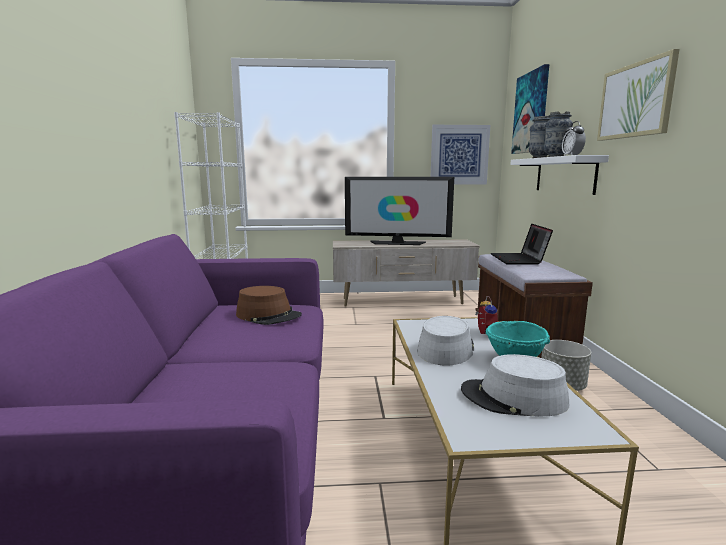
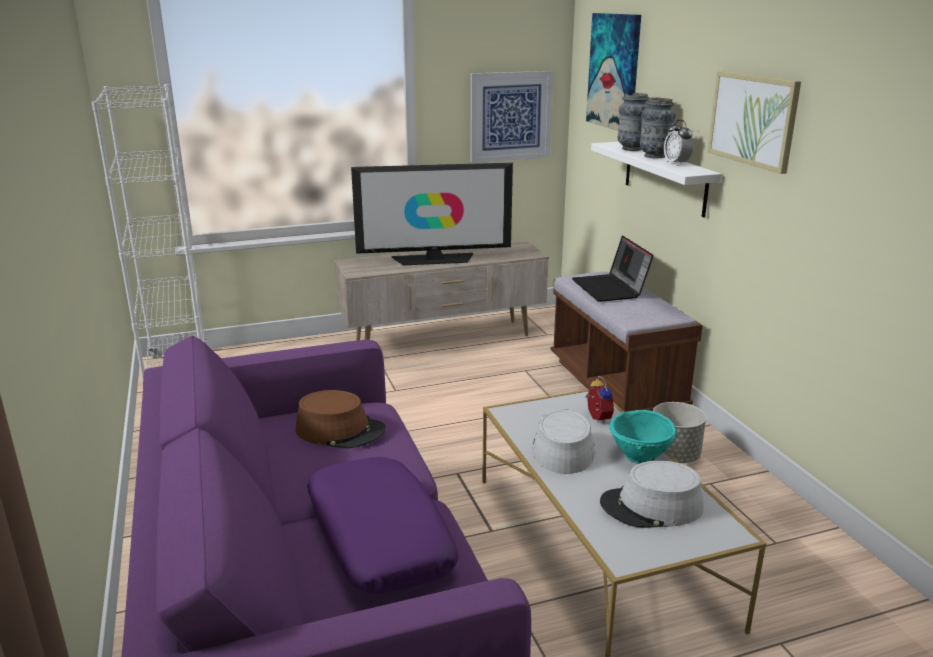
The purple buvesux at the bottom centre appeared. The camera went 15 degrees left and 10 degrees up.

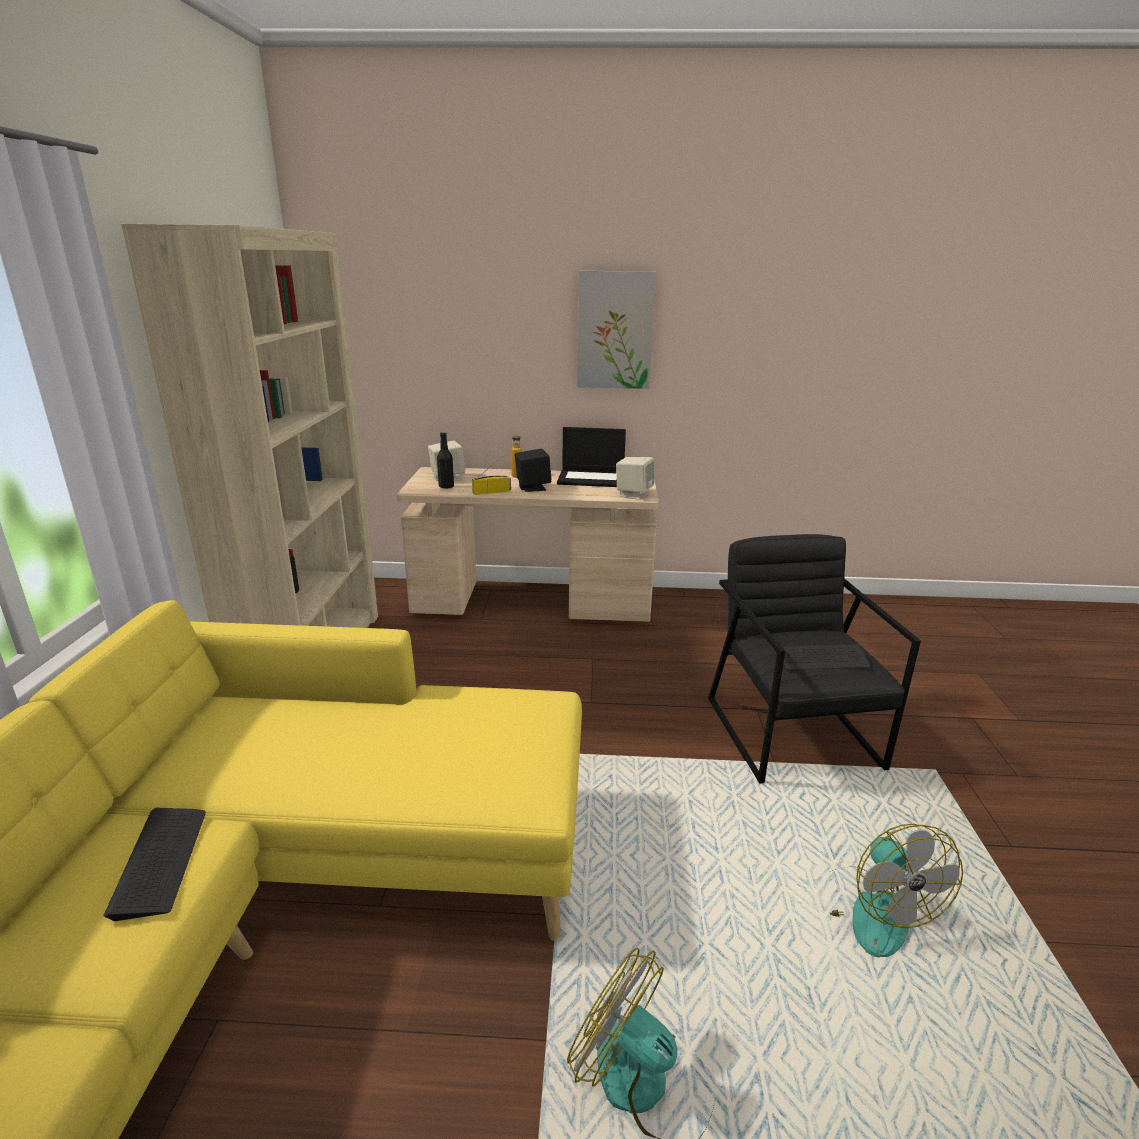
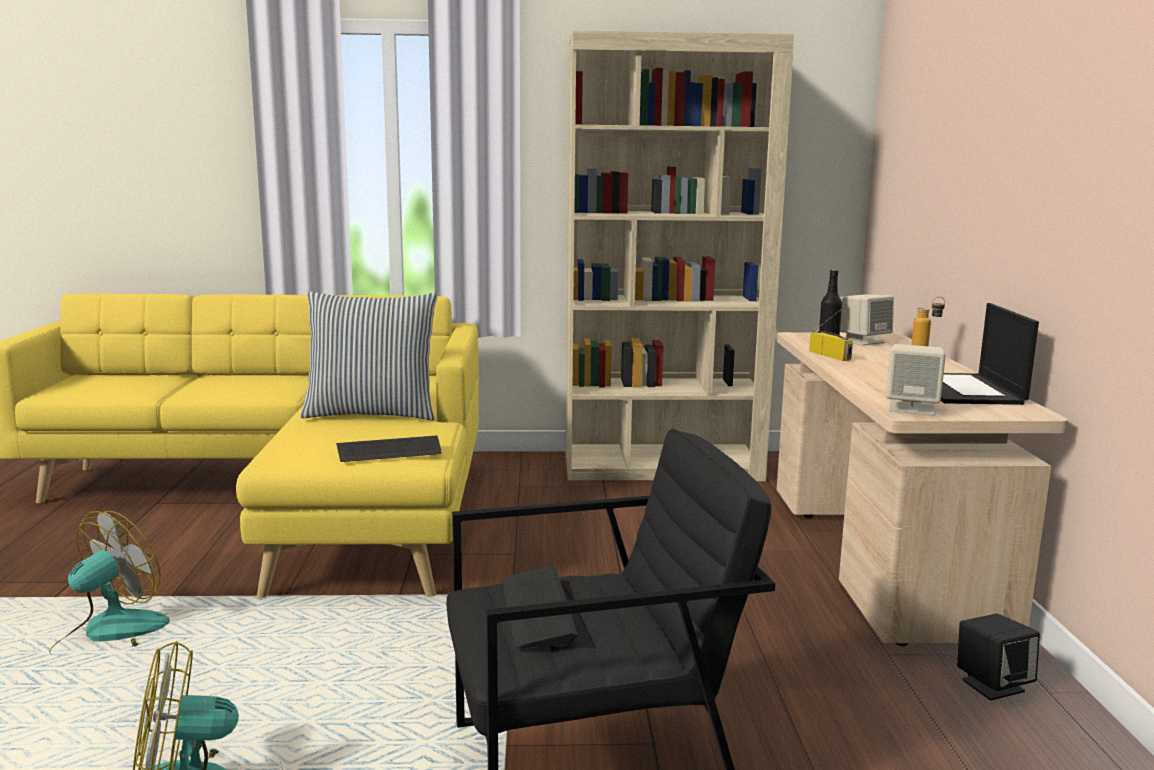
The buvesux at the middle left appeared. The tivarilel (1st from left) moved from the bottom left to the centre. The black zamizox moved from the centre to the bottom right. The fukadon at the top centre disappeared. The camera went 85 degrees right and 10 degrees down.

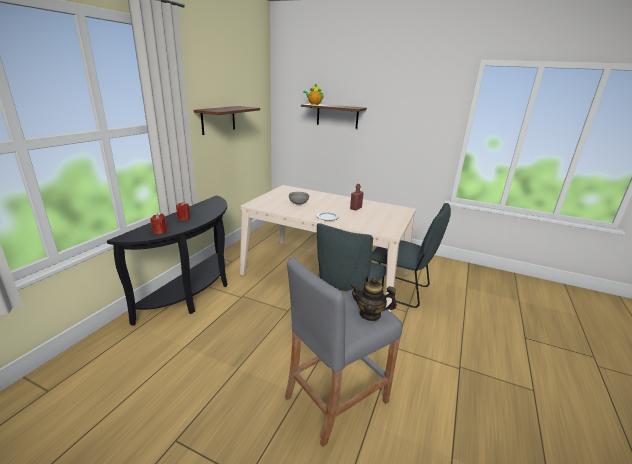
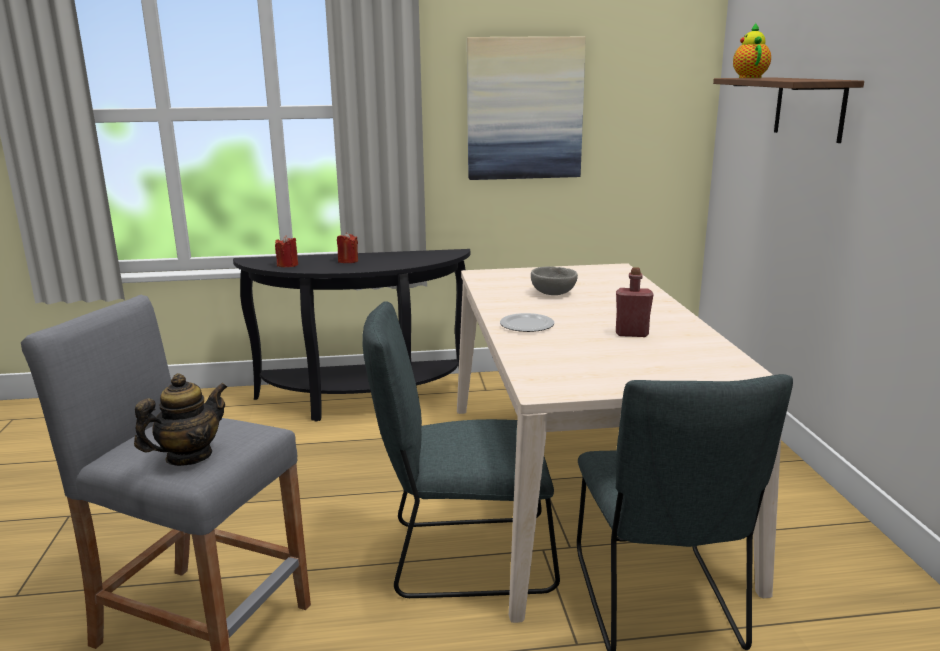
The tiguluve (2nd from left in the first image) at the centre turned 60 degrees clockwise. The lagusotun (1st from left) at the top centre was replaced by the fukadon at the top centre. The camera went 60 degrees right and 5 degrees down.

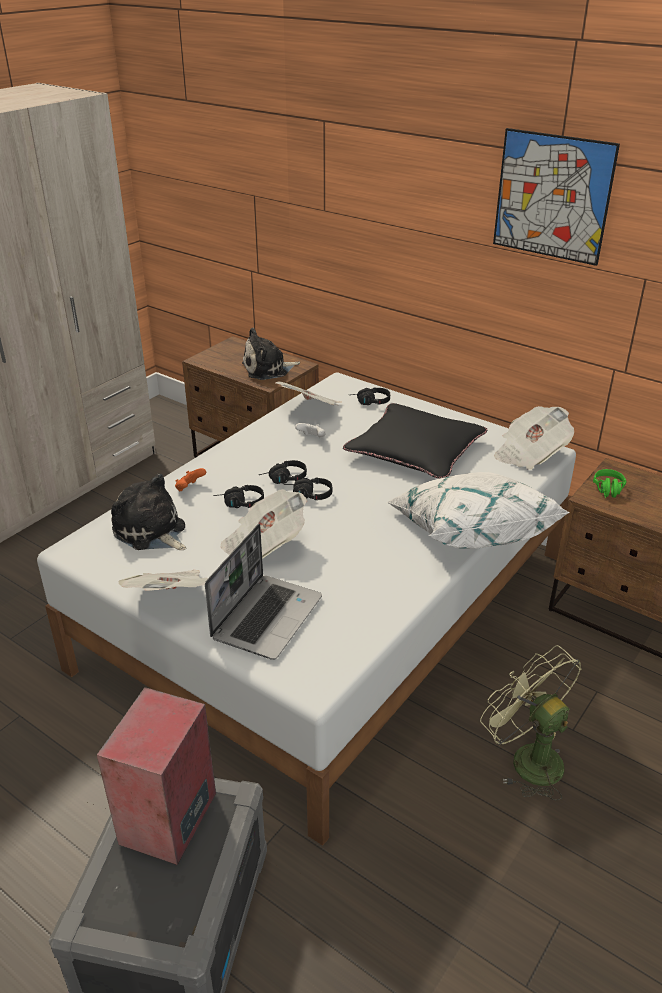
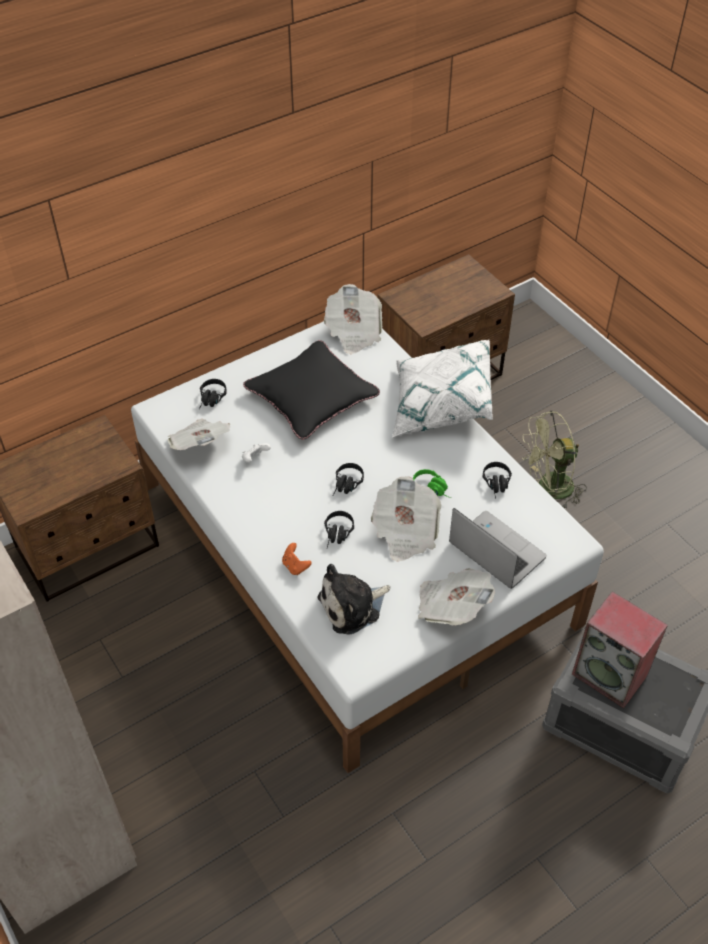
The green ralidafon moved from the middle right to the centre. The black ralidafon (2nd from left in the first image) moved from the centre to the middle right. The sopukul (2nd from left) at the centre disappeared. The fukadon at the top right disappeared. The camera went 70 degrees left and 15 degrees up.

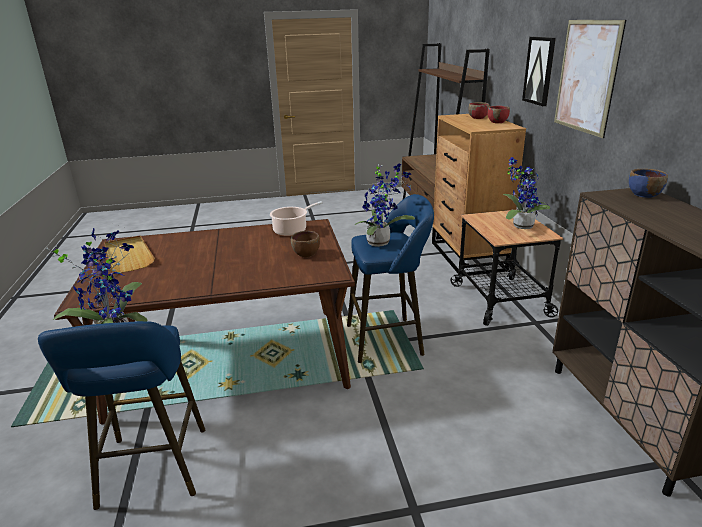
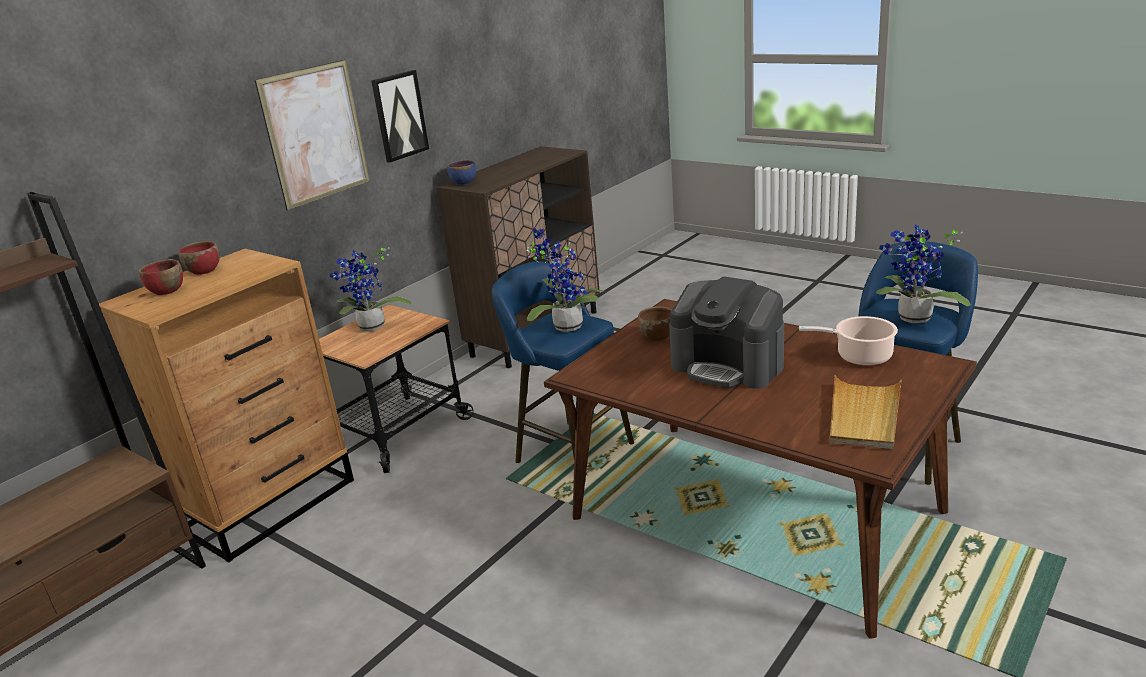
The fukadon (1st from left in the first image) moved from the top right to the top centre. The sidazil at the centre appeared. The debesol moved from the centre to the middle right. The camera went 130 degrees left and 0 degrees up.

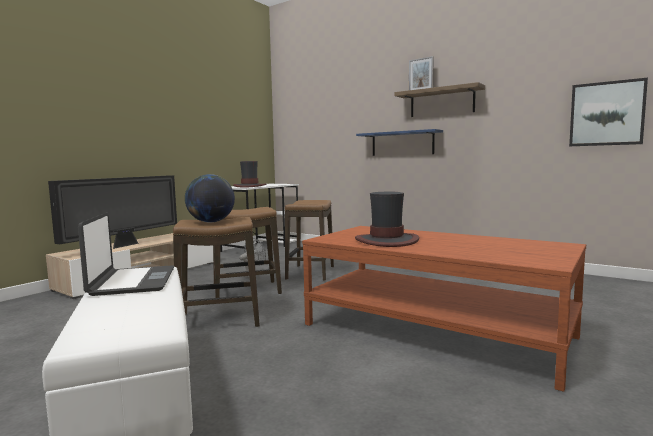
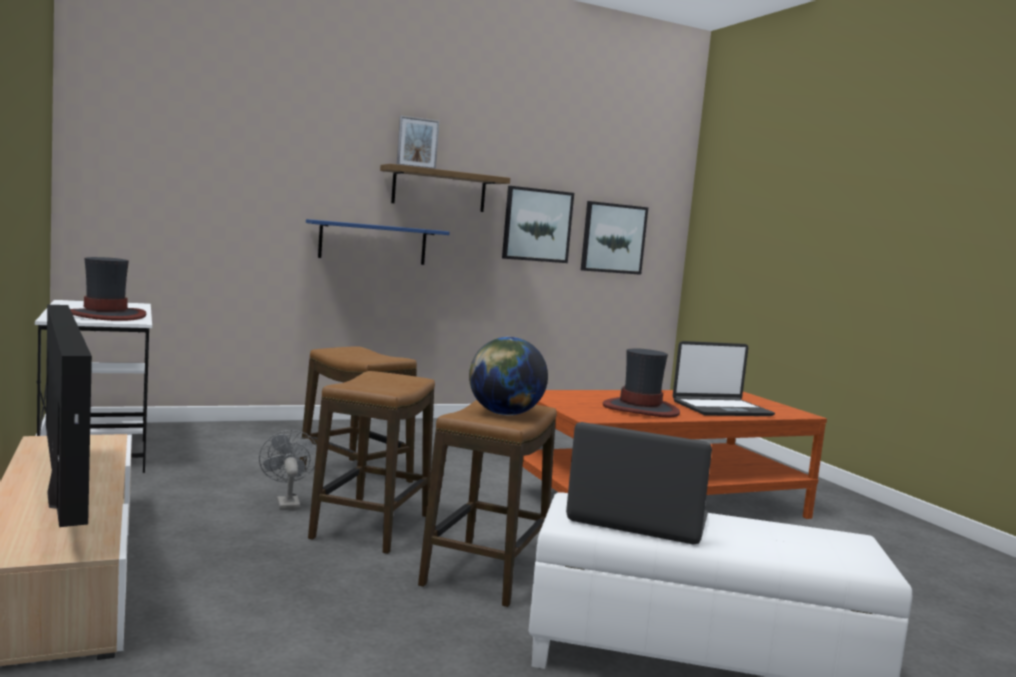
The fukadon (1st from left) at the top centre appeared. The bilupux (2nd from left) at the middle right appeared. The camera went 60 degrees left and 0 degrees up.

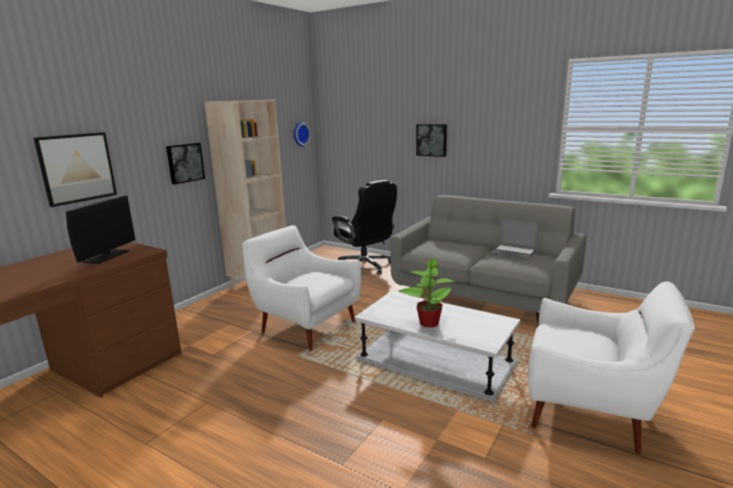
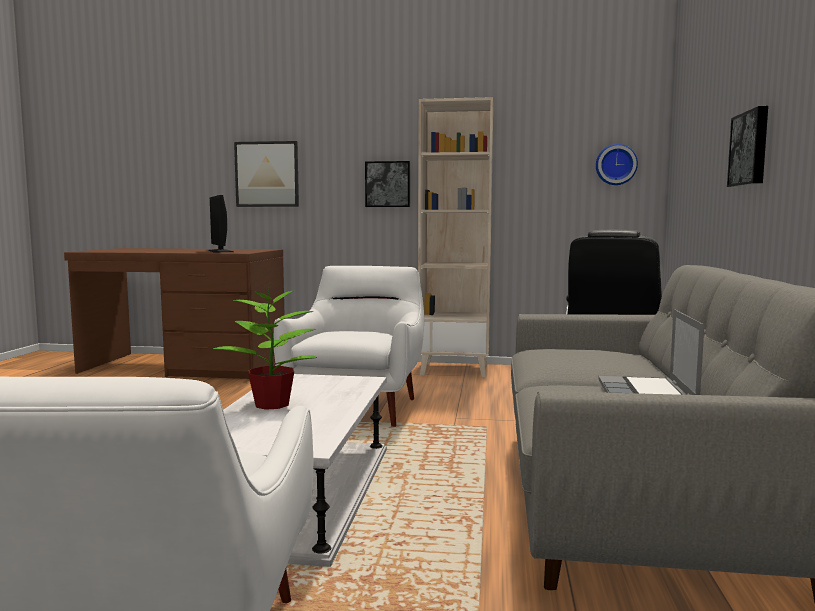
The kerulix at the middle left turned 75 degrees clockwise. The camera went 65 degrees right and 10 degrees down.

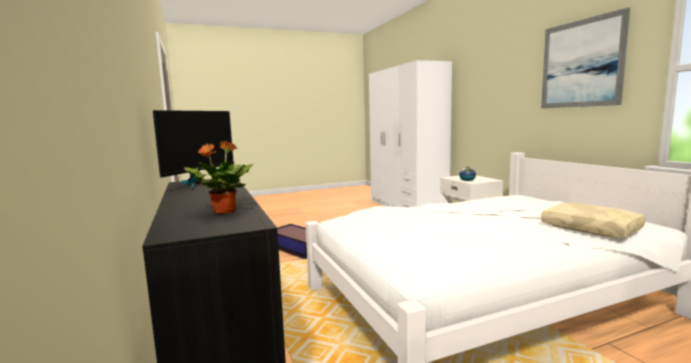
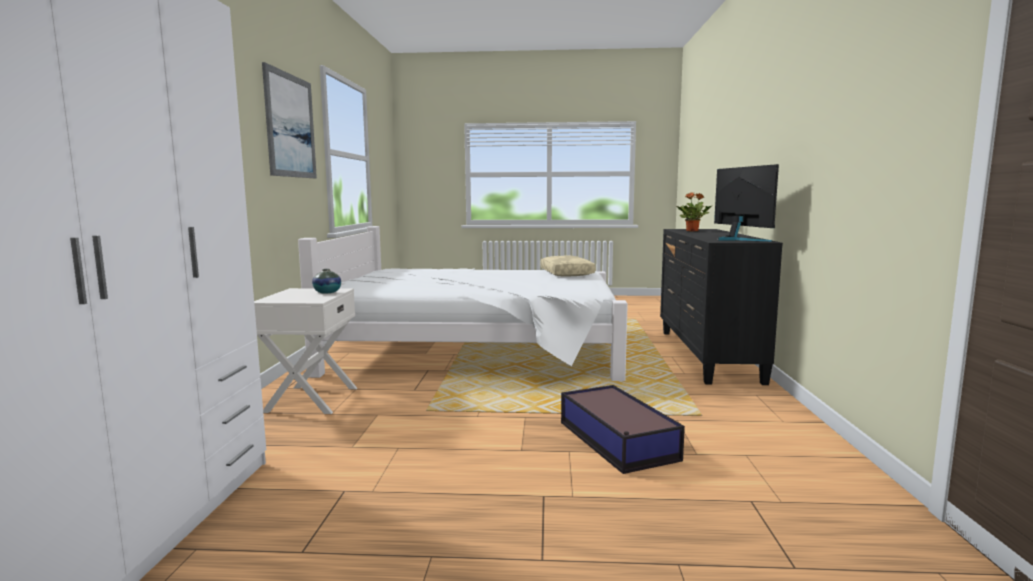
The beige buvesux moved from the middle right to the centre. The kerulix at the middle left turned 120 degrees clockwise. The camera went 155 degrees left and 0 degrees up.

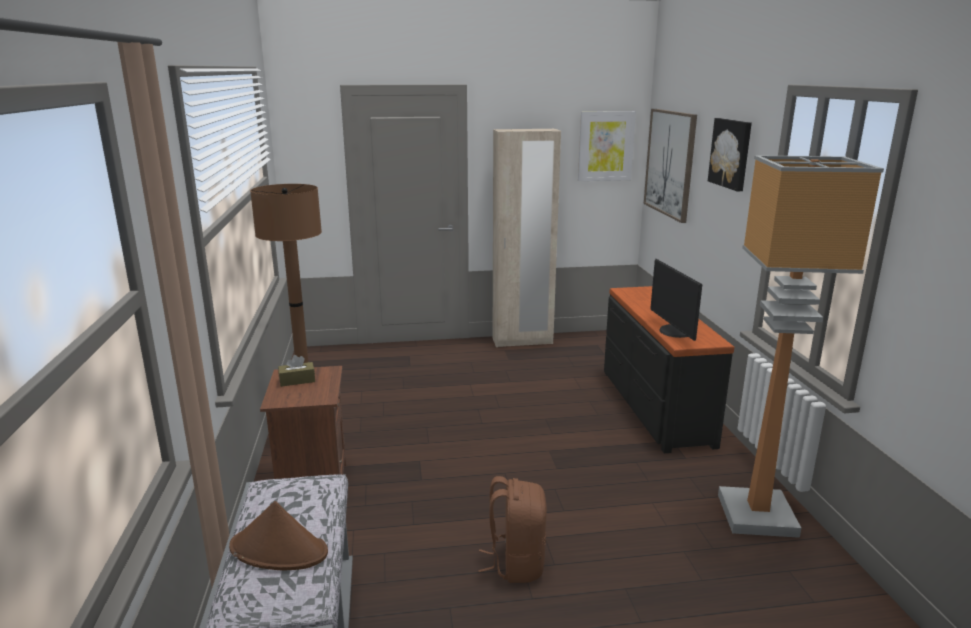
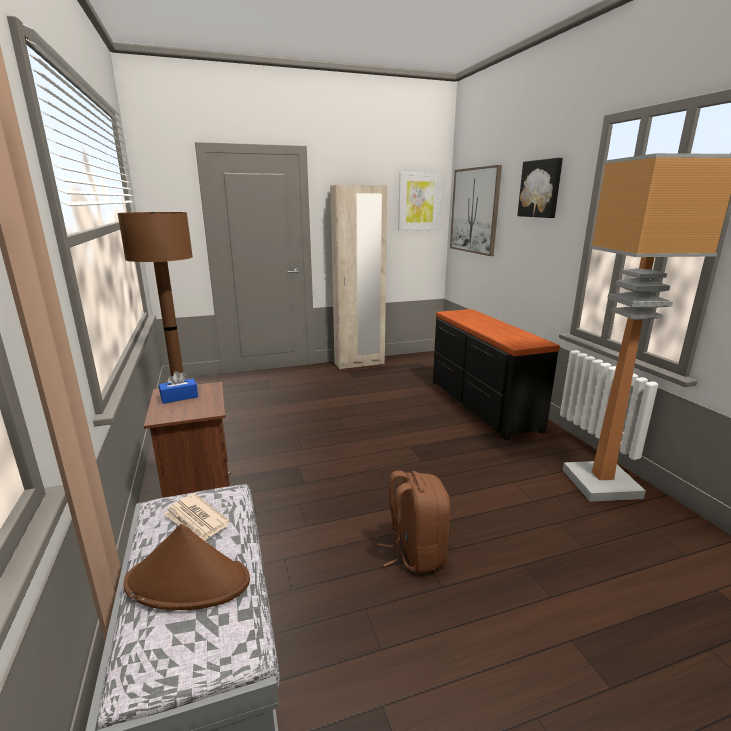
The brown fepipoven at the middle left became the blue fepipoven at the middle left. The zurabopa at the bottom left appeared. The kerulix at the middle right disappeared. The camera went 10 degrees left and 0 degrees up.

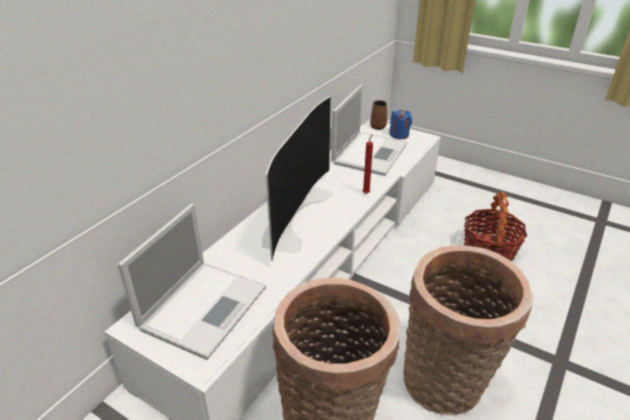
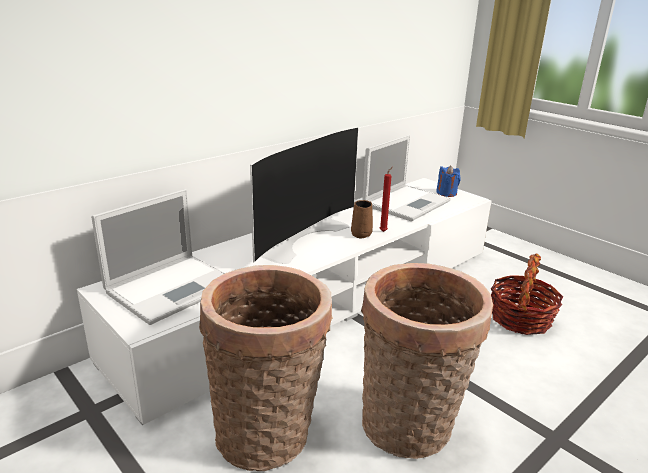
The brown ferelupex moved from the top centre to the centre. The camera went 15 degrees right and 10 degrees down.

